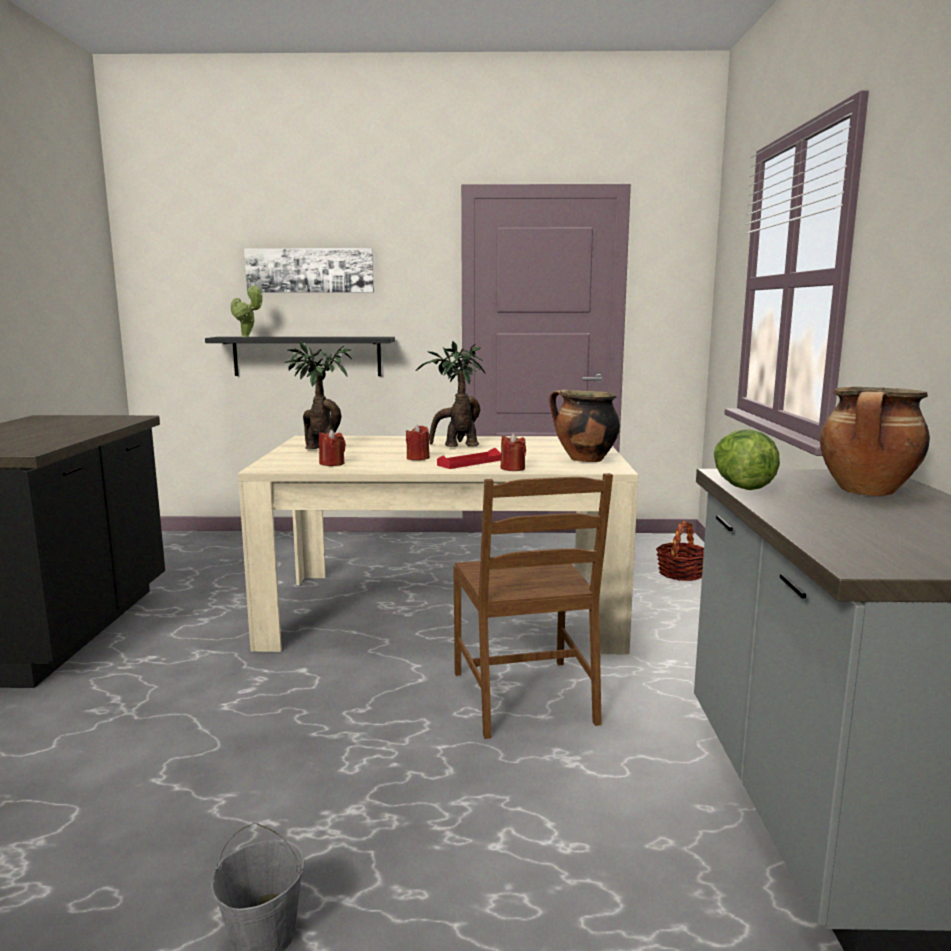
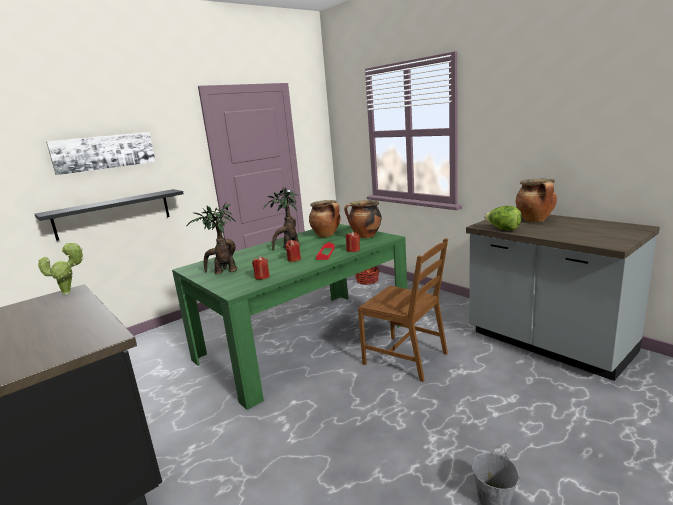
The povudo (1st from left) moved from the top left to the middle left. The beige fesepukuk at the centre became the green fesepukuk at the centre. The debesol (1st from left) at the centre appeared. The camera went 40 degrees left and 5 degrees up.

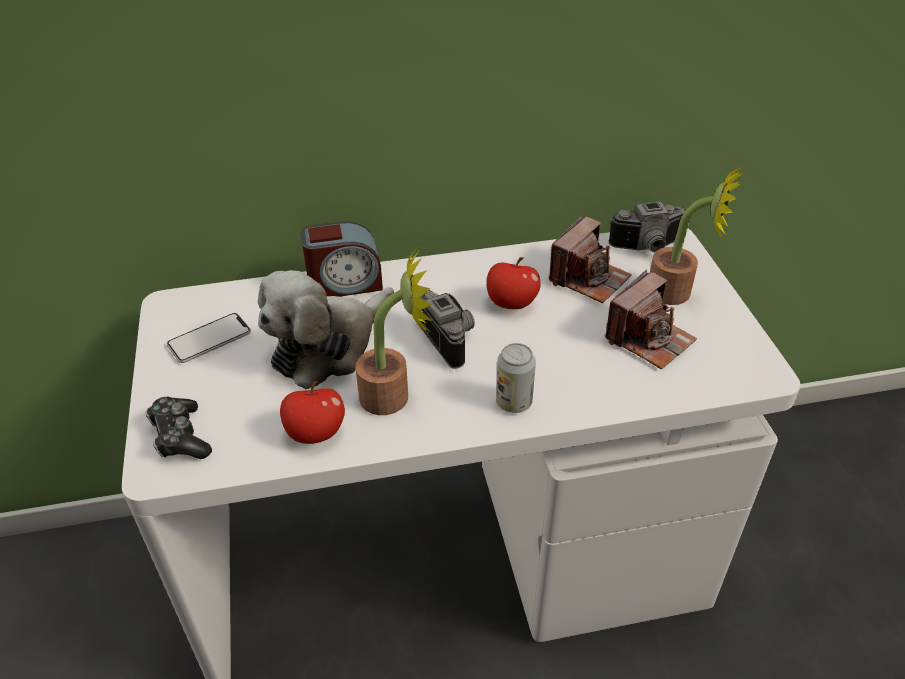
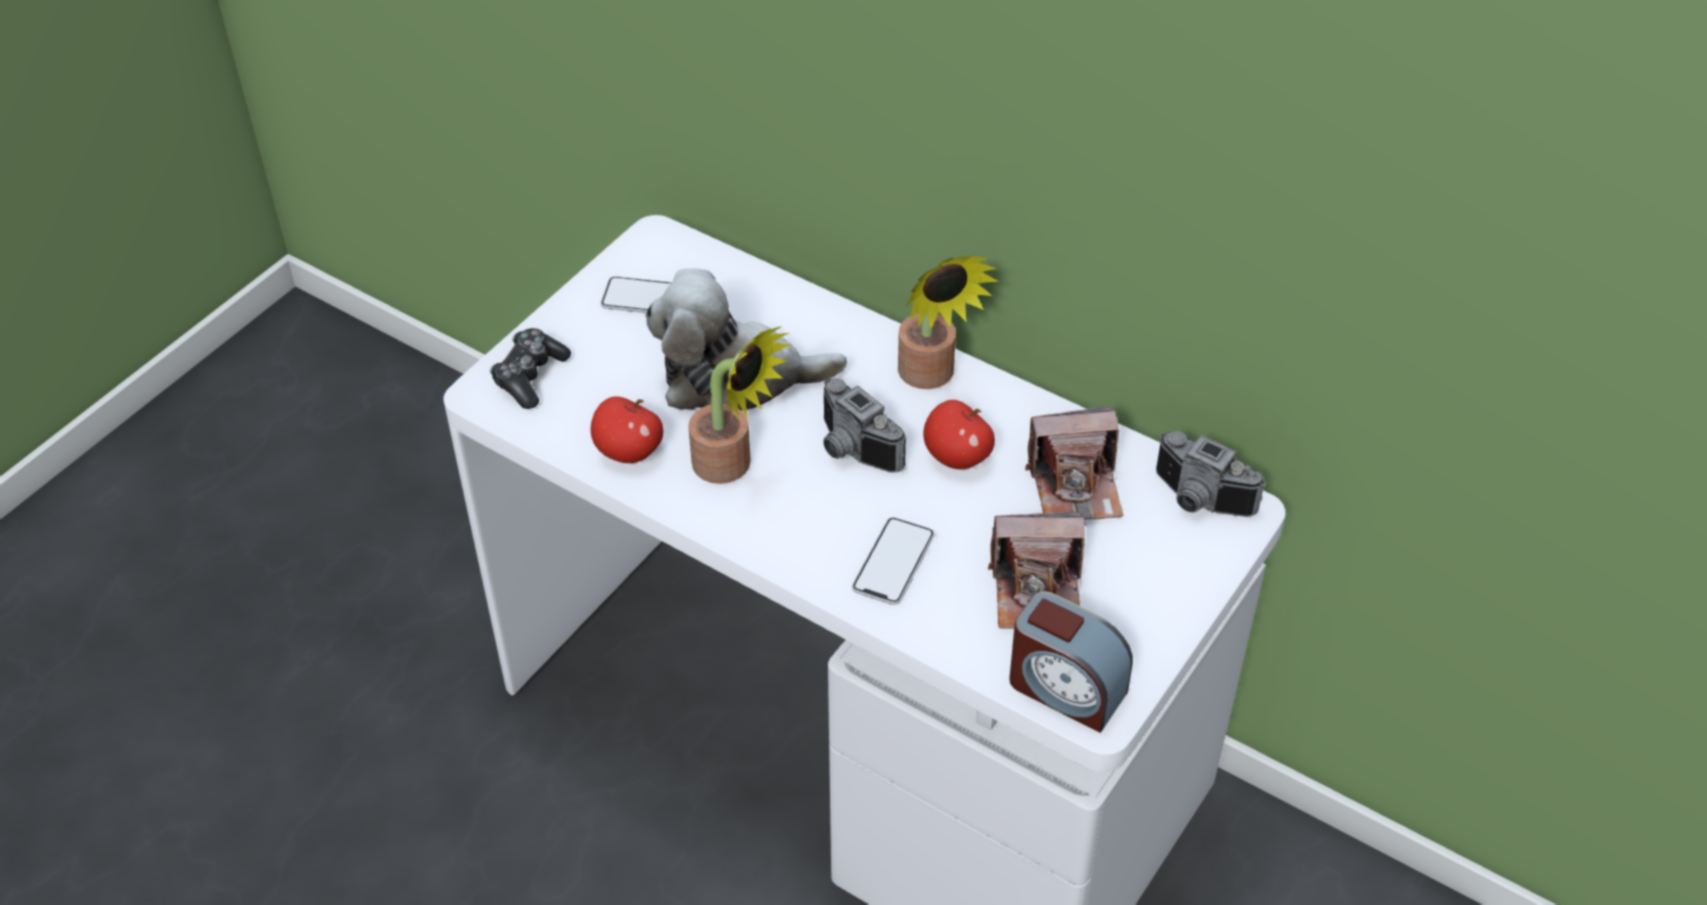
The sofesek (1st from left) at the centre turned 120 degrees clockwise. The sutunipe (2nd from left) at the centre appeared. The povudo (2nd from left) moved from the middle right to the centre. The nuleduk moved from the centre to the bottom centre. The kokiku at the centre disappeared. The camera went 45 degrees right and 5 degrees up.

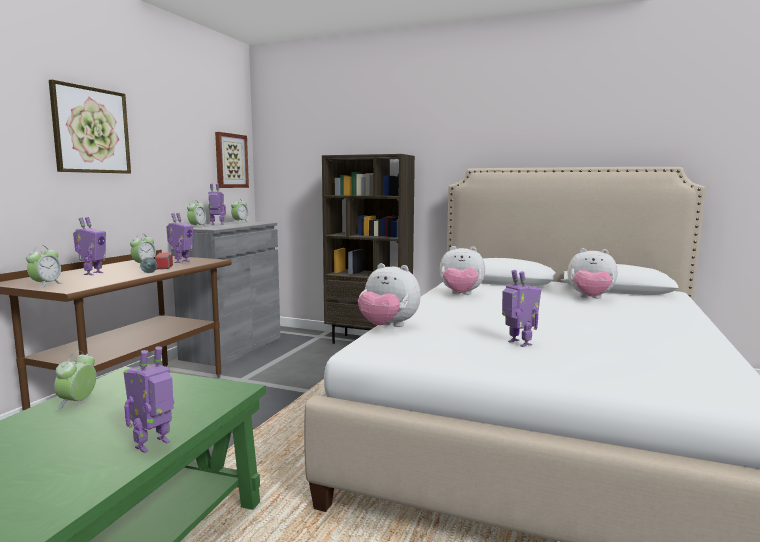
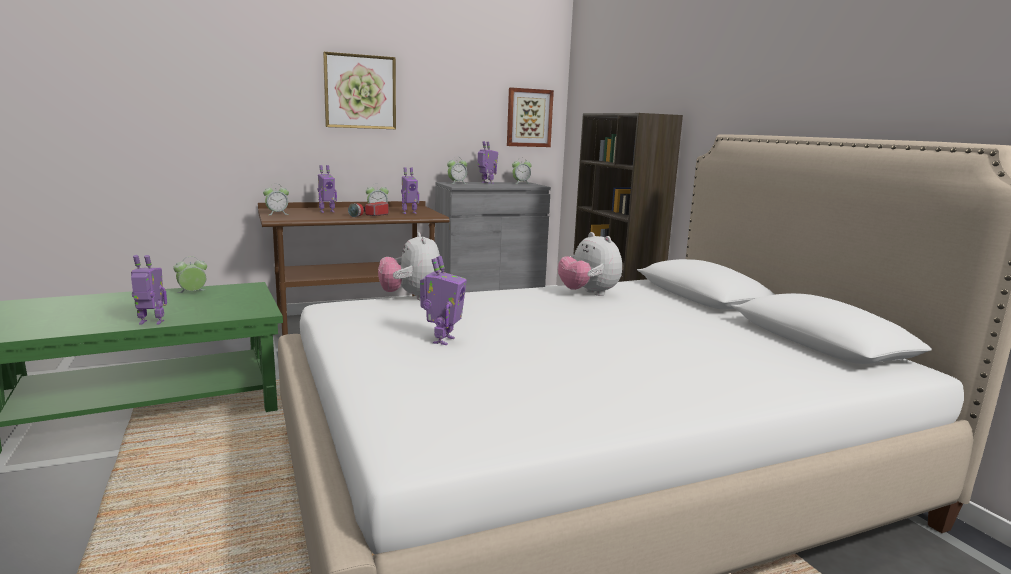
The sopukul (3rd from left) at the middle right disappeared. The camera went 45 degrees right and 5 degrees up.

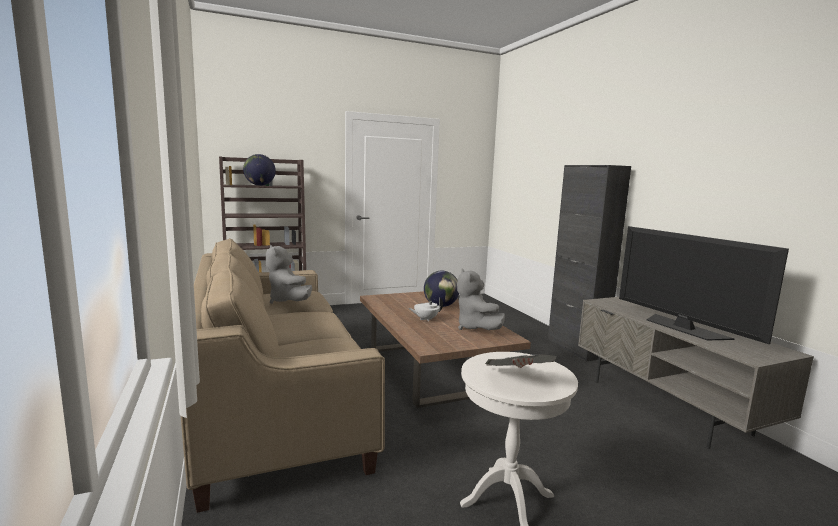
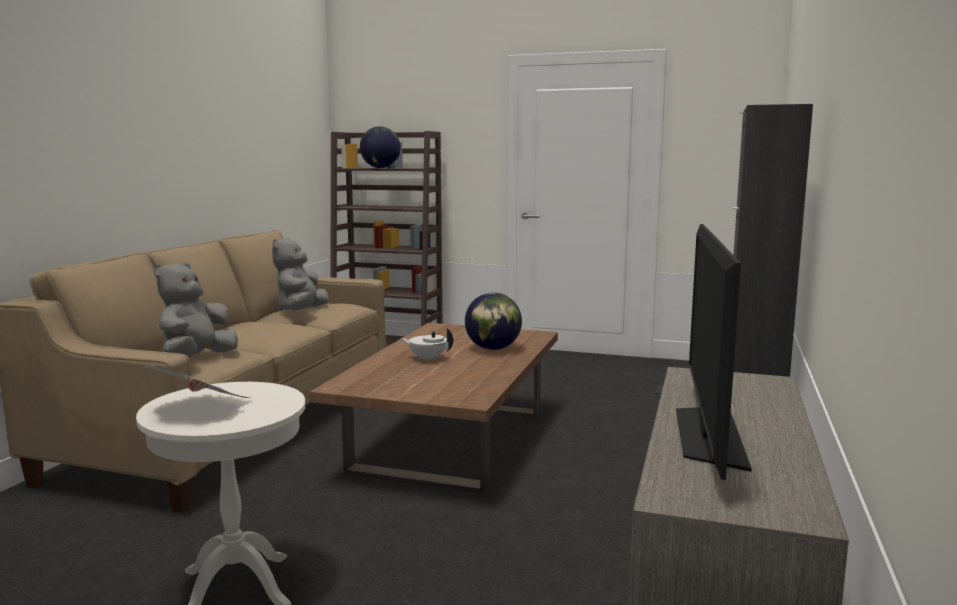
The grey sopukul (2nd from left in the first image) moved from the centre to the middle left. The camera went 40 degrees right and 0 degrees up.

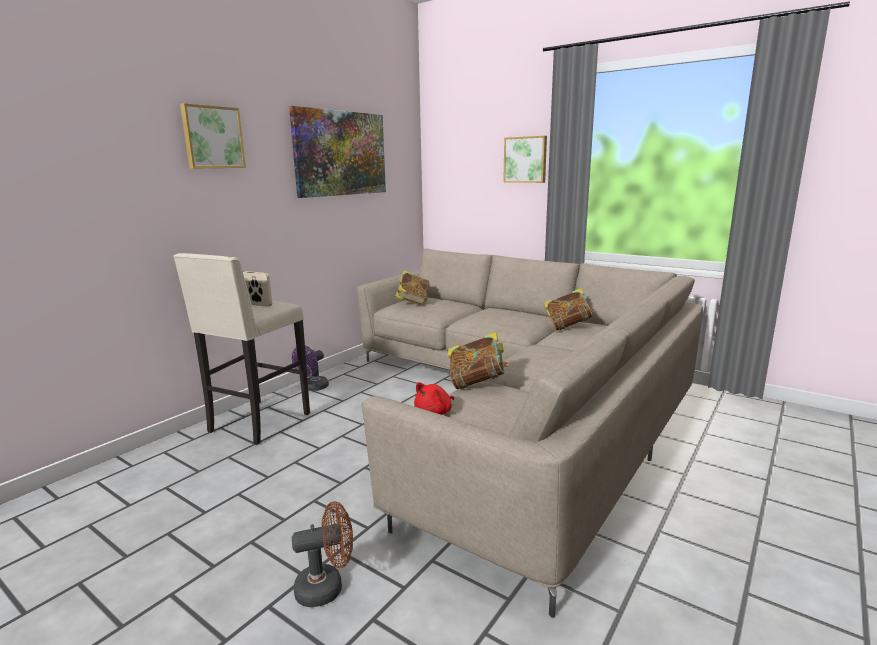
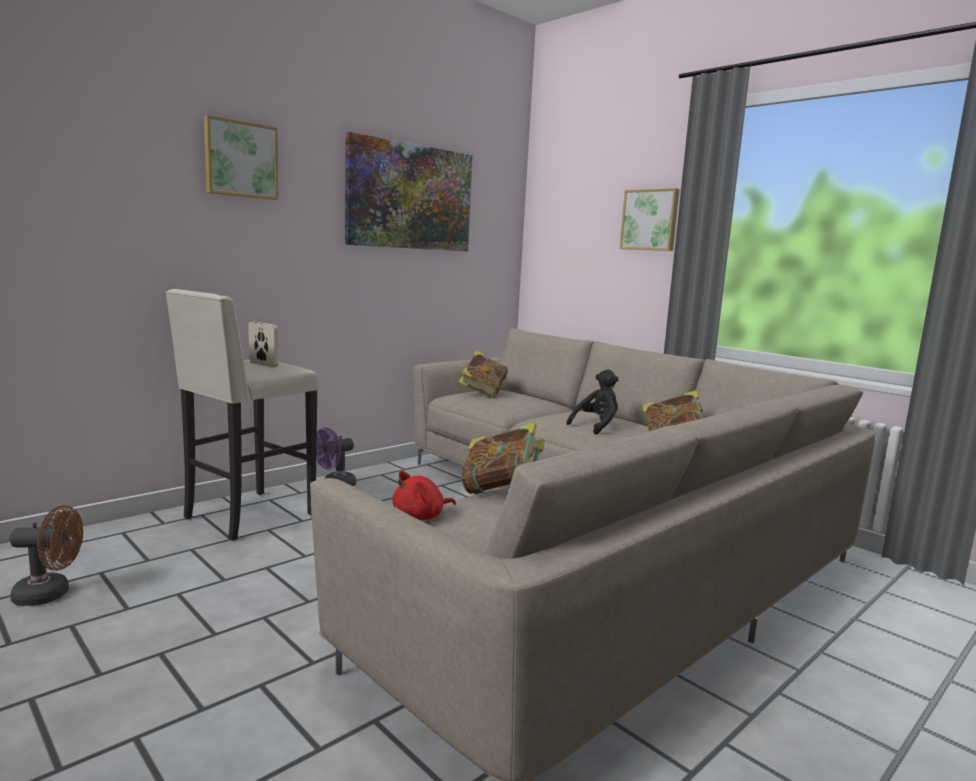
The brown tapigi moved from the bottom centre to the bottom left. The black sopukul at the centre appeared. The camera went 10 degrees right and 5 degrees down.

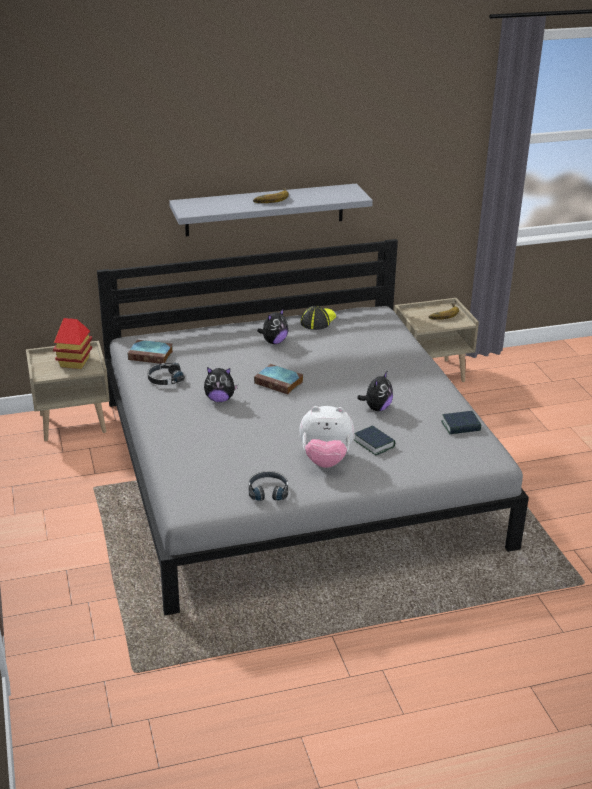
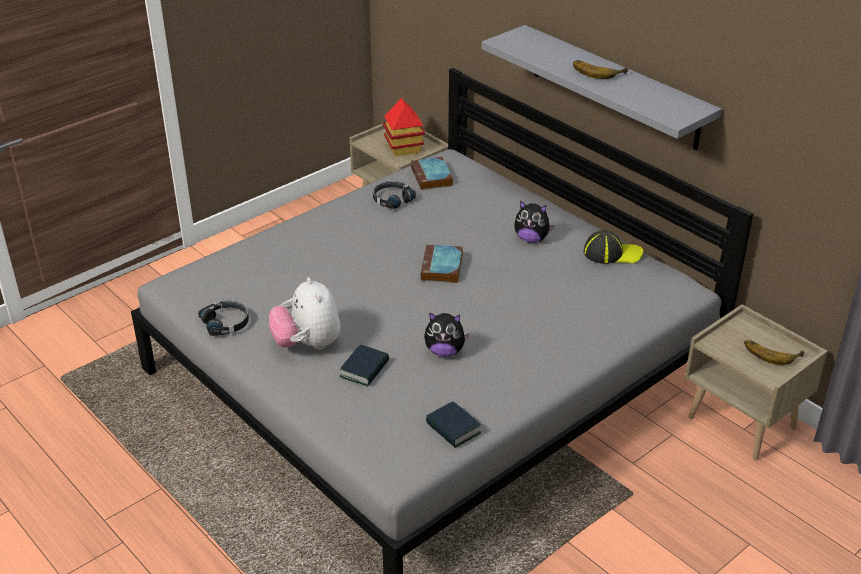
The sopukul (1st from left) at the centre disappeared. The camera went 65 degrees right and 5 degrees up.

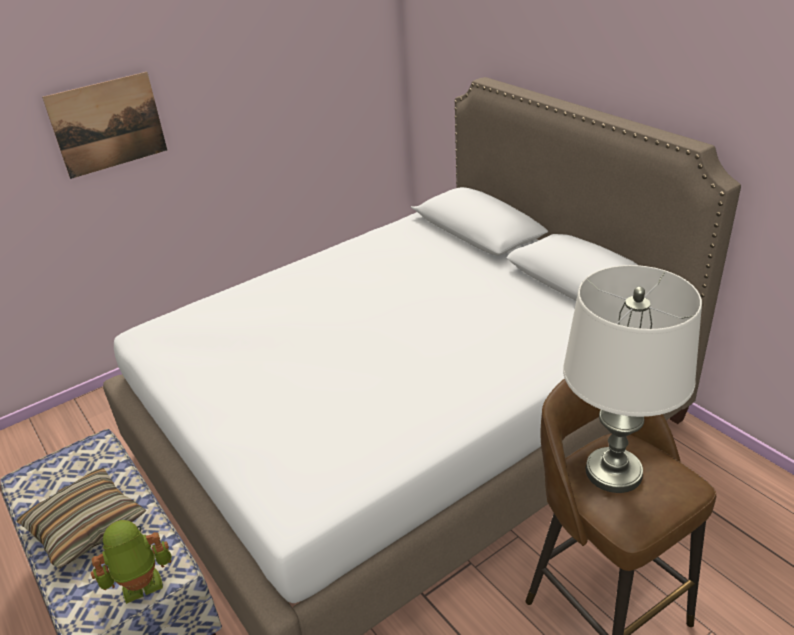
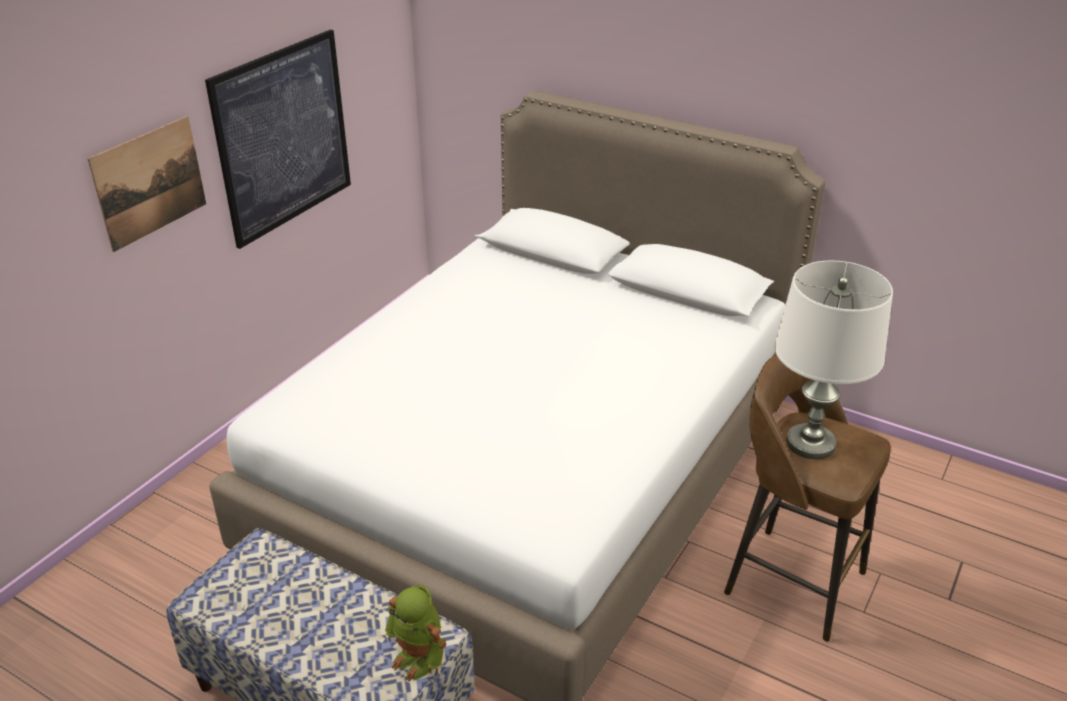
The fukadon (2nd from left) at the top left appeared. The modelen at the bottom left turned 90 degrees counterclockwise. The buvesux at the bottom left disappeared. The camera went 25 degrees left and 0 degrees up.

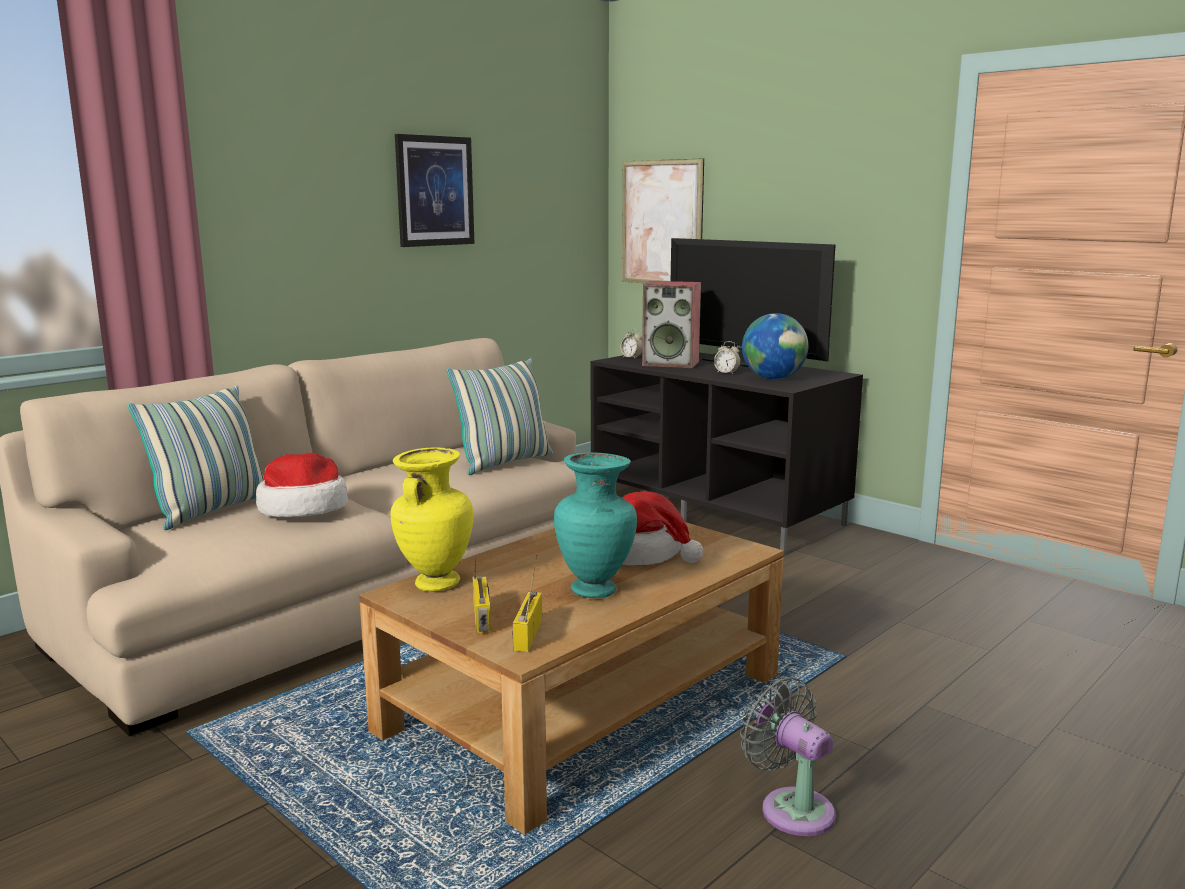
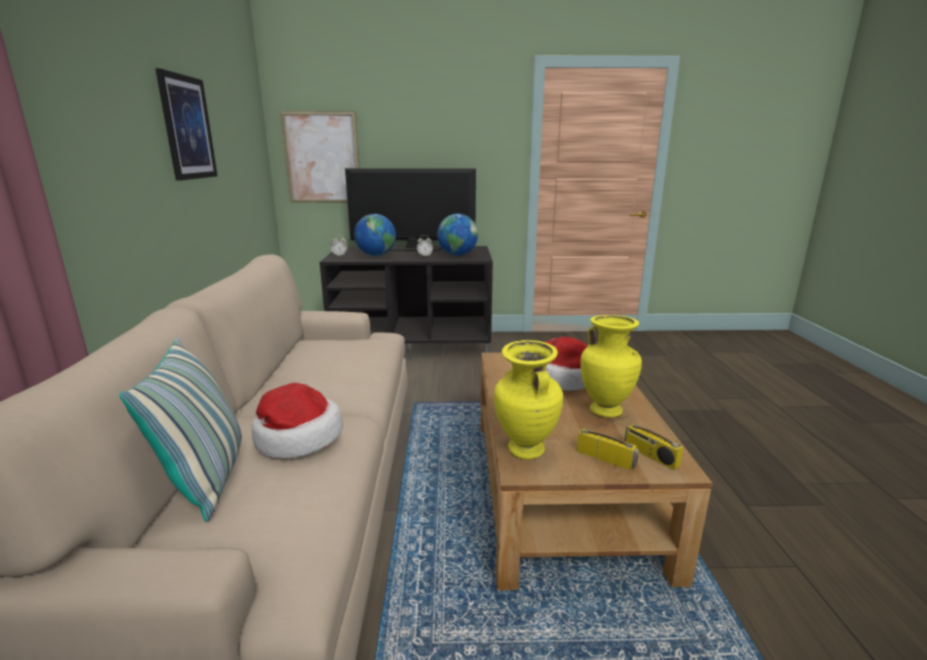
The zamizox at the centre was replaced by the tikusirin (1st from left) at the centre. The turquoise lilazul at the centre became the yellow lilazul (2nd from left) at the centre. The buvesux (2nd from left) at the centre disappeared. The grey tapigi at the bottom centre disappeared. The camera went 45 degrees left and 5 degrees up.

